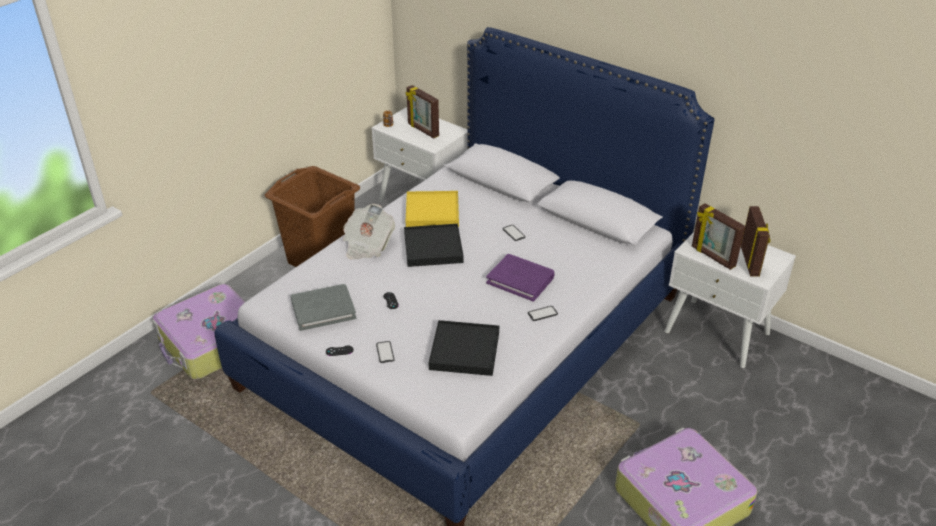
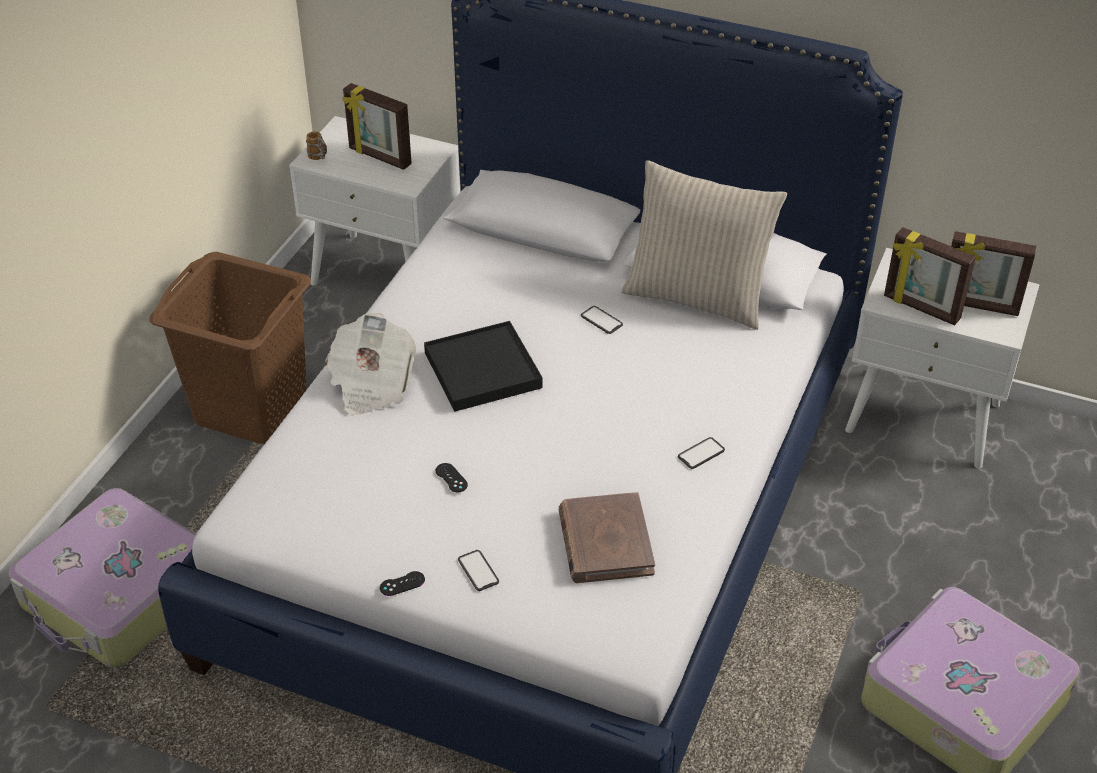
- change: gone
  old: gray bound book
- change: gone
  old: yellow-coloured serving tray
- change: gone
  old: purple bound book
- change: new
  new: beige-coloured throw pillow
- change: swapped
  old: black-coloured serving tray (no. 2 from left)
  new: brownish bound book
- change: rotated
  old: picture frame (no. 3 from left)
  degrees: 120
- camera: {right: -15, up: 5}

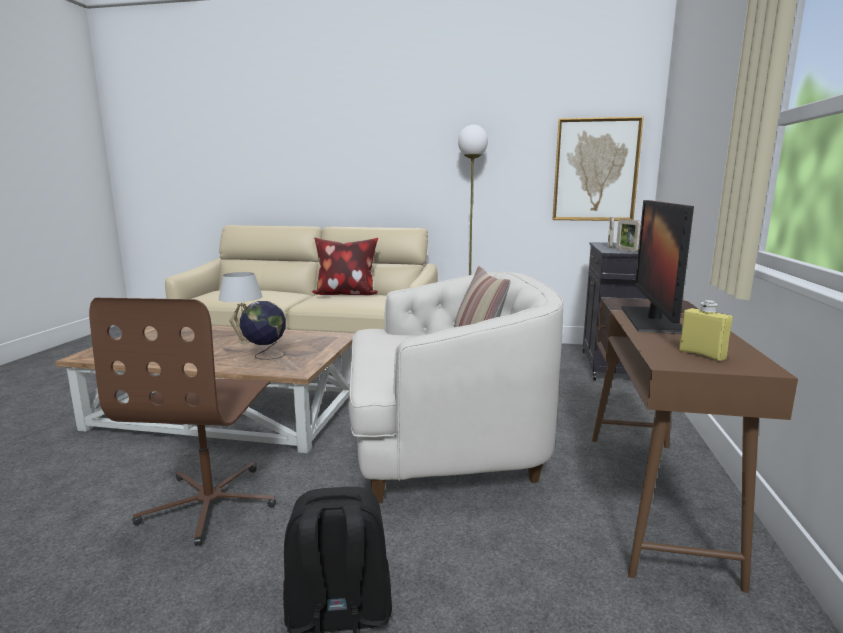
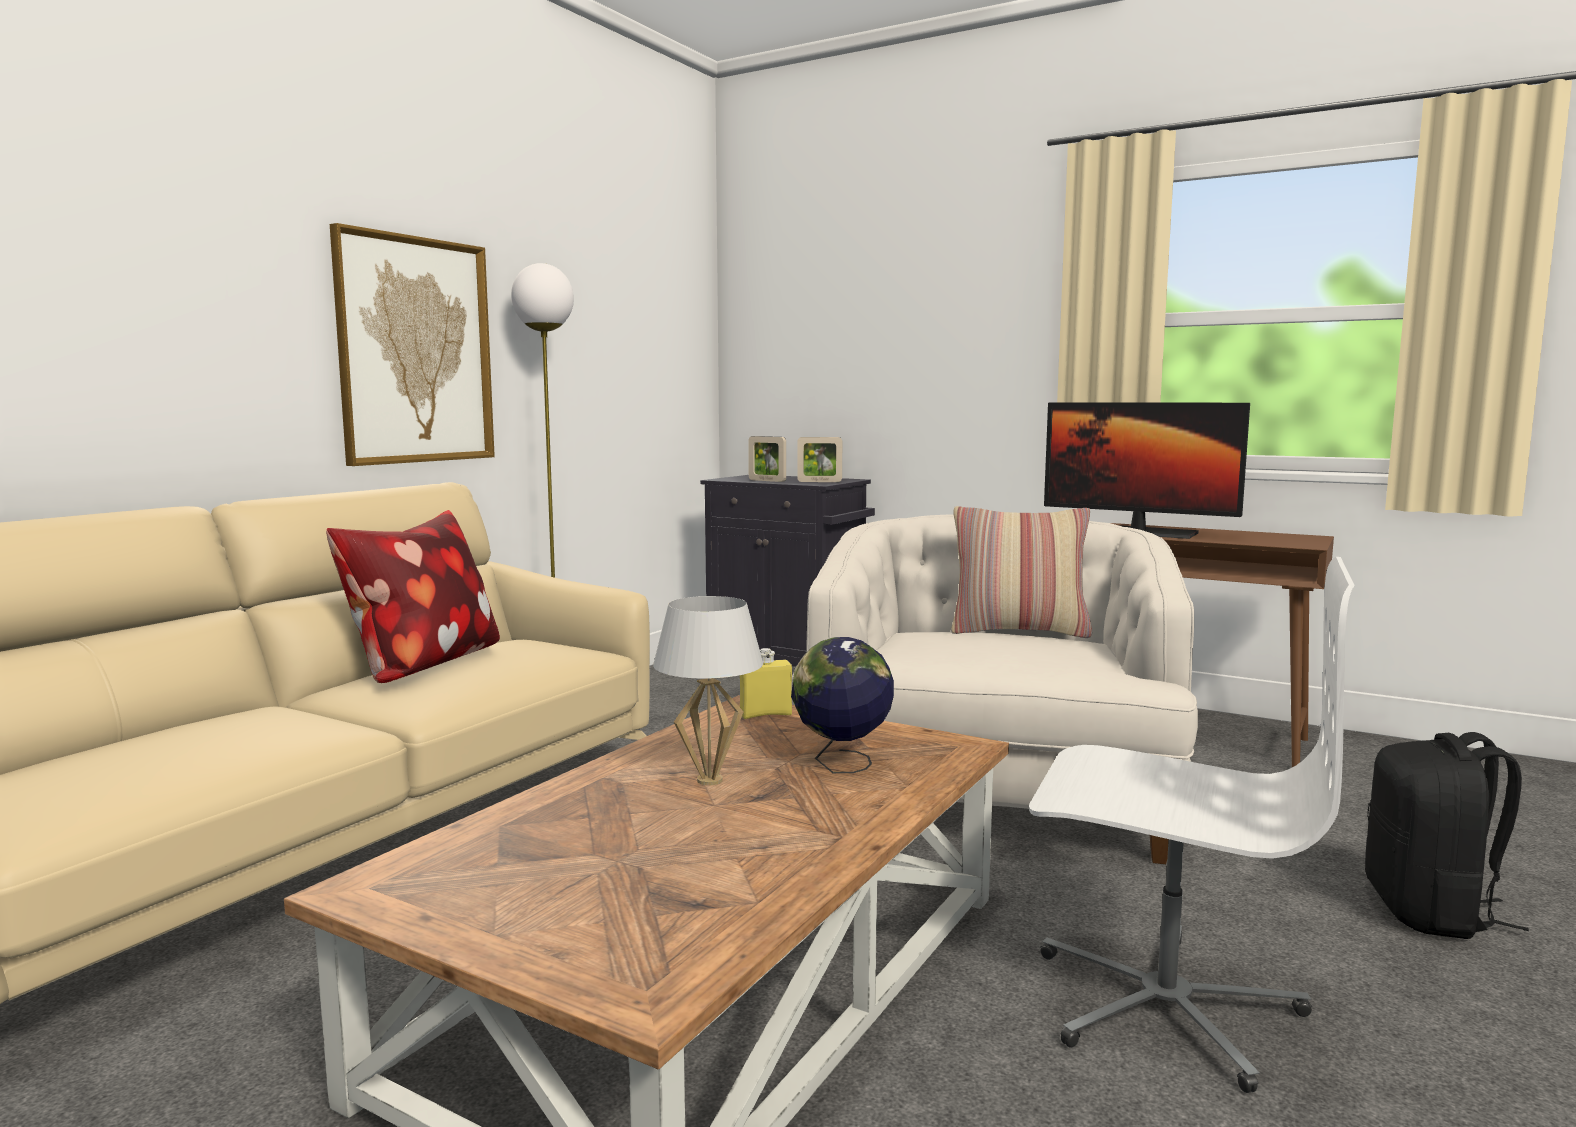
- change: shifted
  old: picture
- change: shifted
  old: yellow-coloured drink bottle
- change: repainted
  old: brownish computer chair
  new: white computer chair
- camera: {right: -70, up: -5}

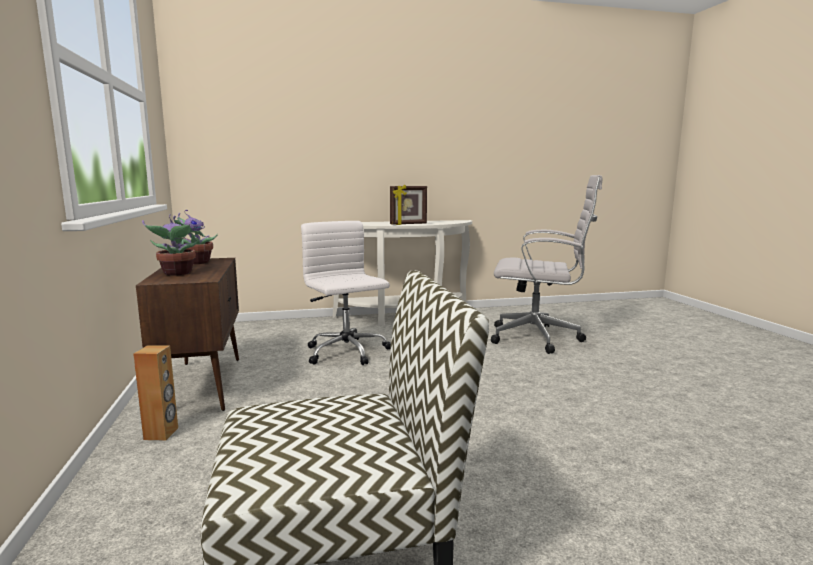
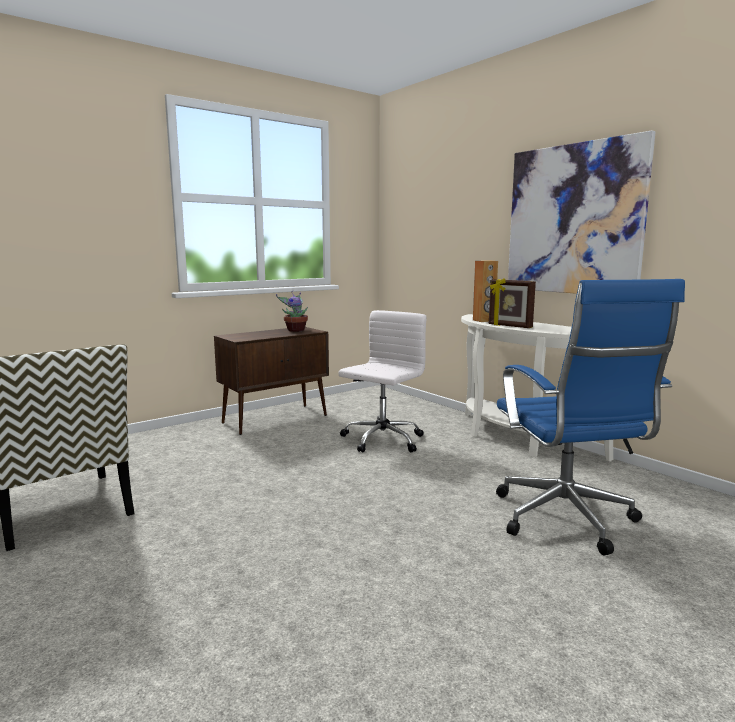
- change: gone
  old: potted plant (no. 1 from left)
- change: new
  new: picture
- change: shifted
  old: brownish loudspeaker
- change: repainted
  old: white computer chair (no. 2 from left)
  new: blue computer chair
- camera: {right: 65, up: 0}

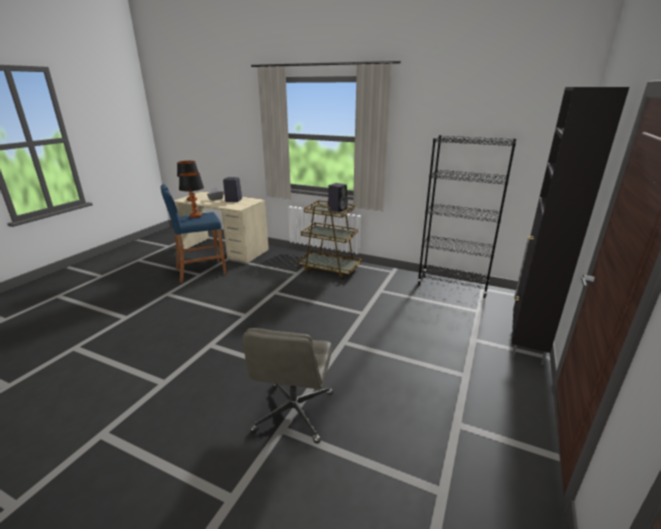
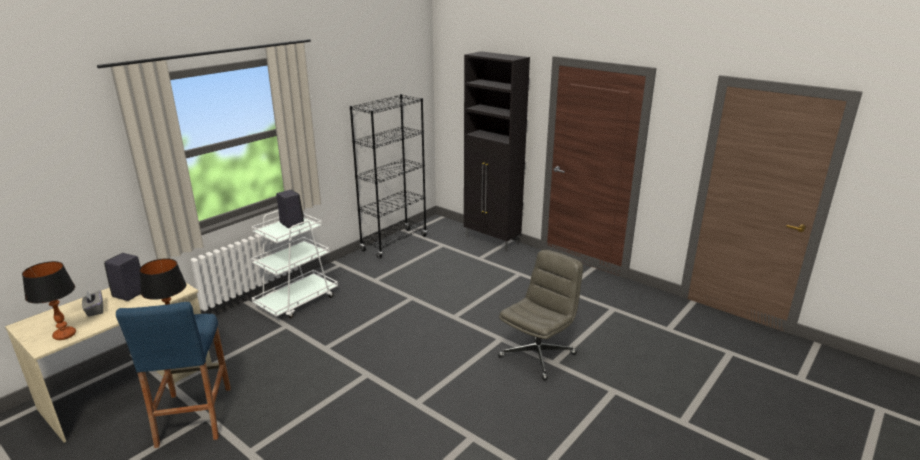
- change: repainted
  old: brownish wheeled cart
  new: white wheeled cart
- change: rotated
  old: gray computer chair
  degrees: -75
- camera: {right: -75, up: 0}

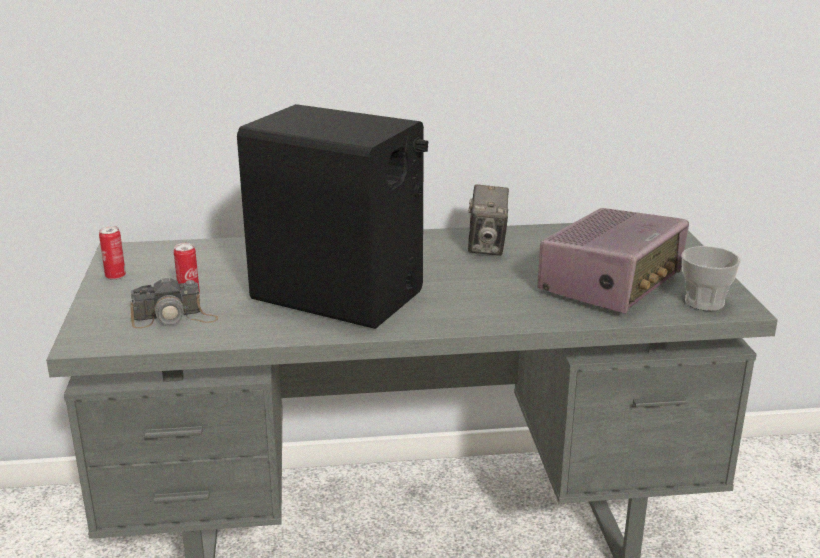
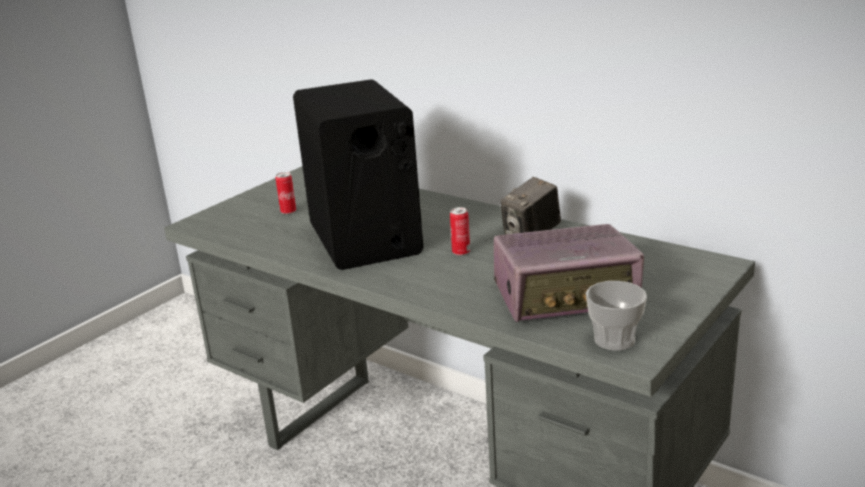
- change: gone
  old: still camera (no. 1 from left)
- change: shifted
  old: sealed can (no. 1 from left in the first image)
  new: sealed can (no. 2 from left)
- camera: {right: 45, up: 0}

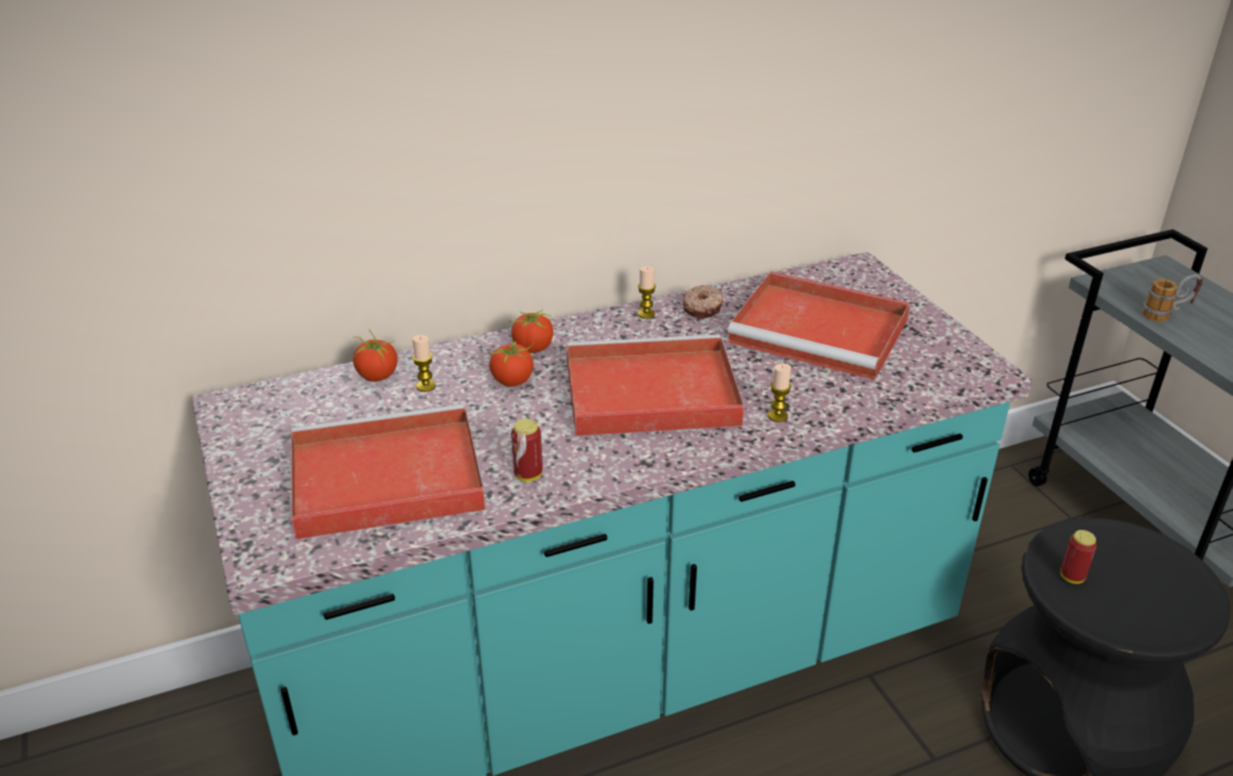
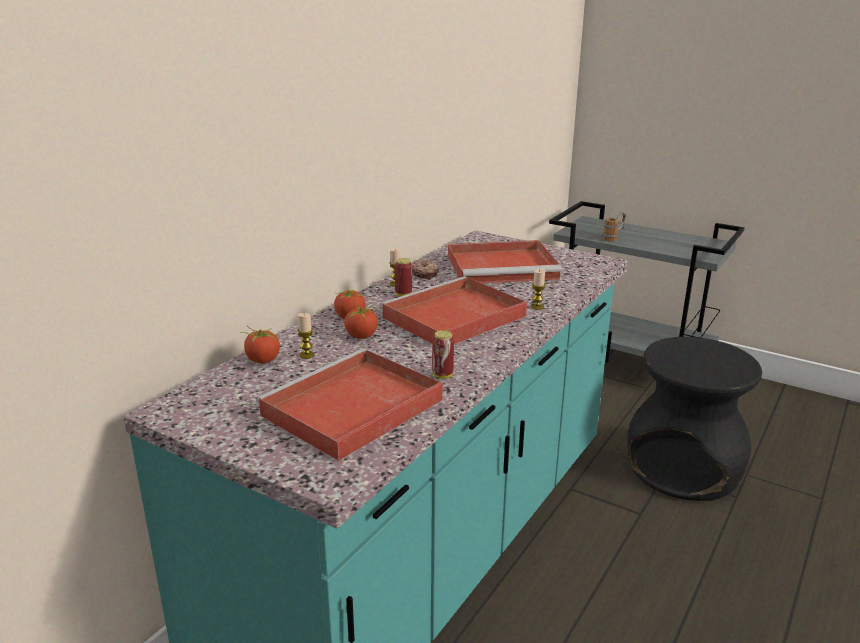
- change: shifted
  old: sealed can (no. 2 from left in the first image)
  new: sealed can (no. 1 from left)
- camera: {right: -35, up: -10}

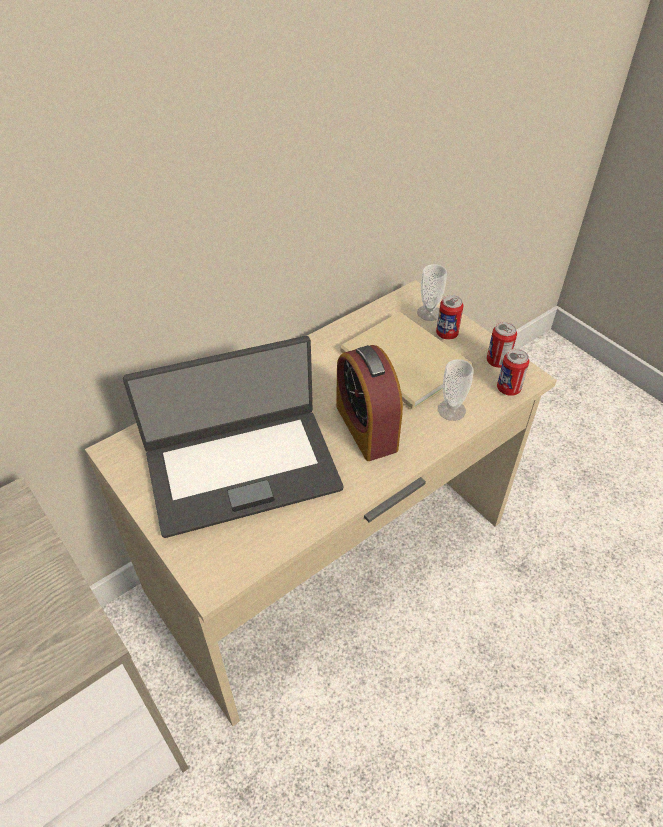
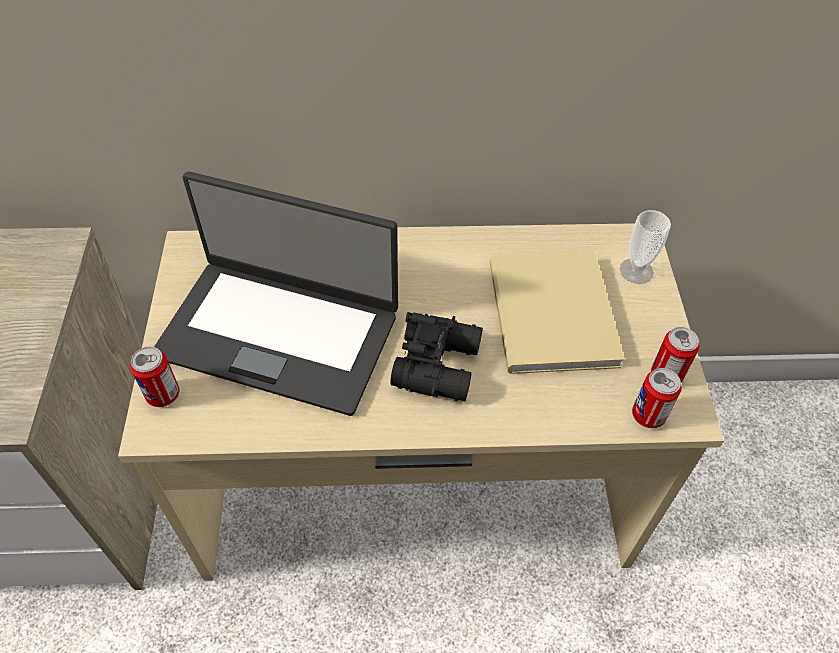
- change: gone
  old: drinking cup (no. 2 from left)
- change: shifted
  old: sealed can (no. 1 from left)
- change: swapped
  old: alarm clock
  new: black-coloured pair of binoculars
- camera: {right: 35, up: 5}

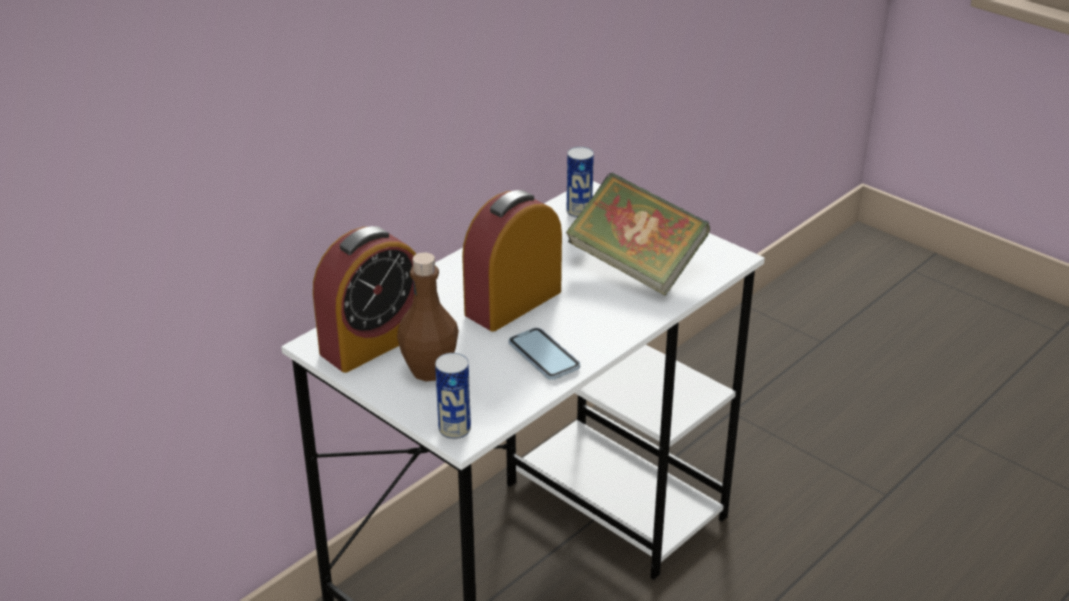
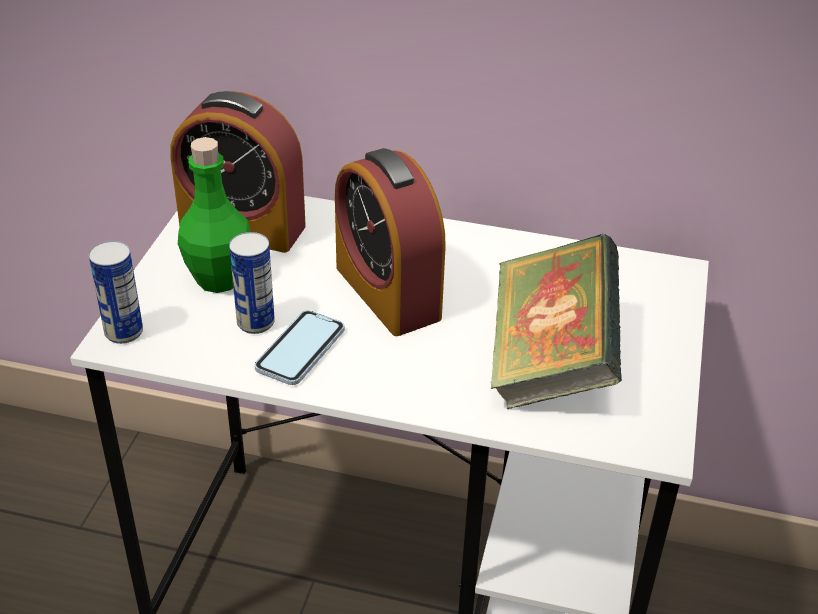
- change: shifted
  old: sealed can (no. 2 from left)
- change: repainted
  old: brownish drink bottle
  new: green drink bottle
- change: rotated
  old: alarm clock (no. 2 from left)
  degrees: -135
- camera: {right: 60, up: 5}

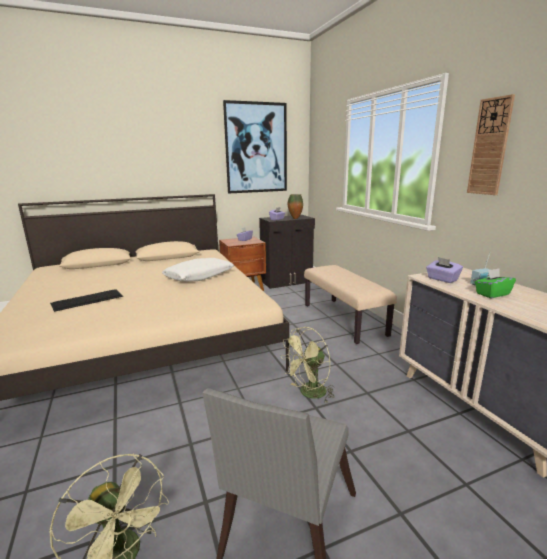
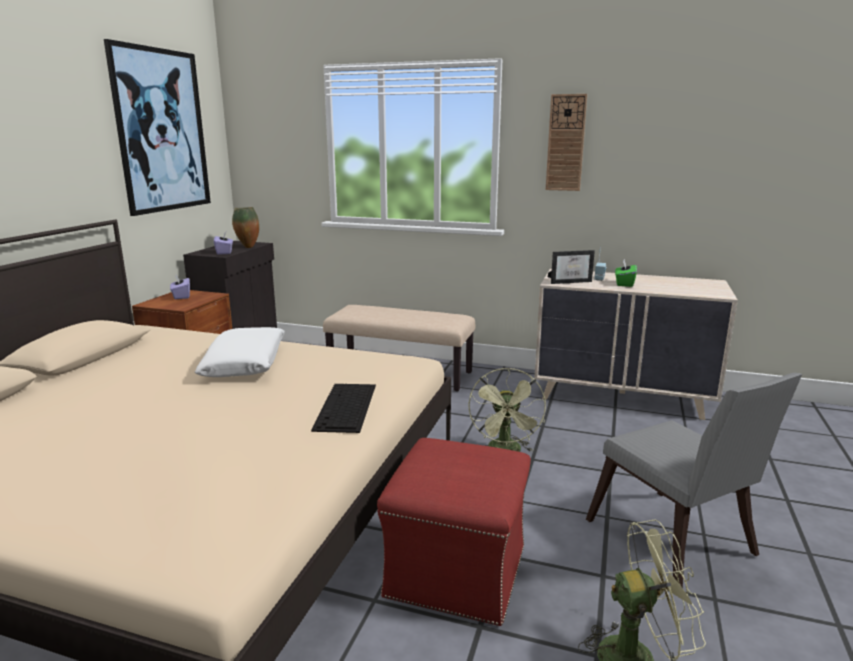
- change: new
  new: red-coloured ottoman
- change: shifted
  old: keyboard
- change: swapped
  old: purple tissue holder (no. 3 from left)
  new: picture frame
- camera: {right: -50, up: 0}

